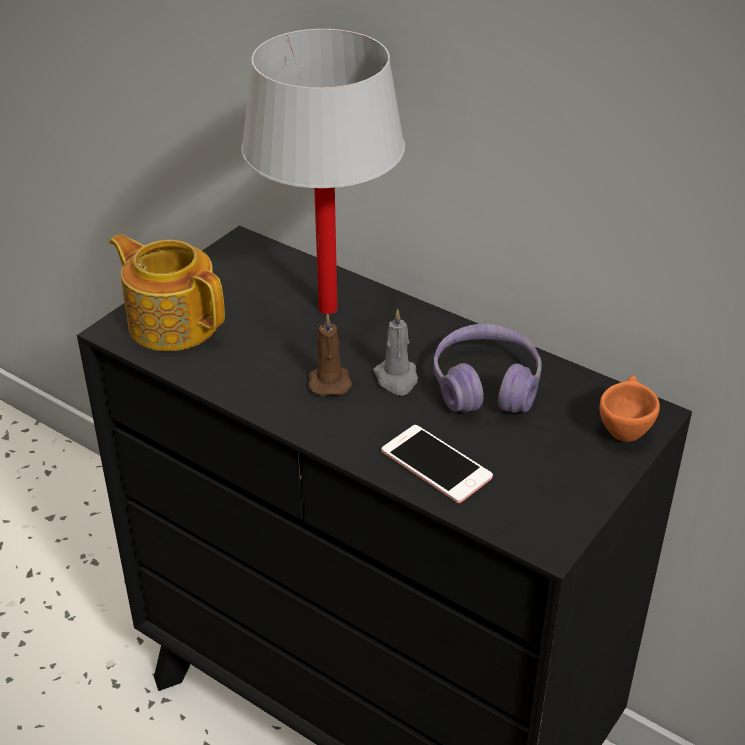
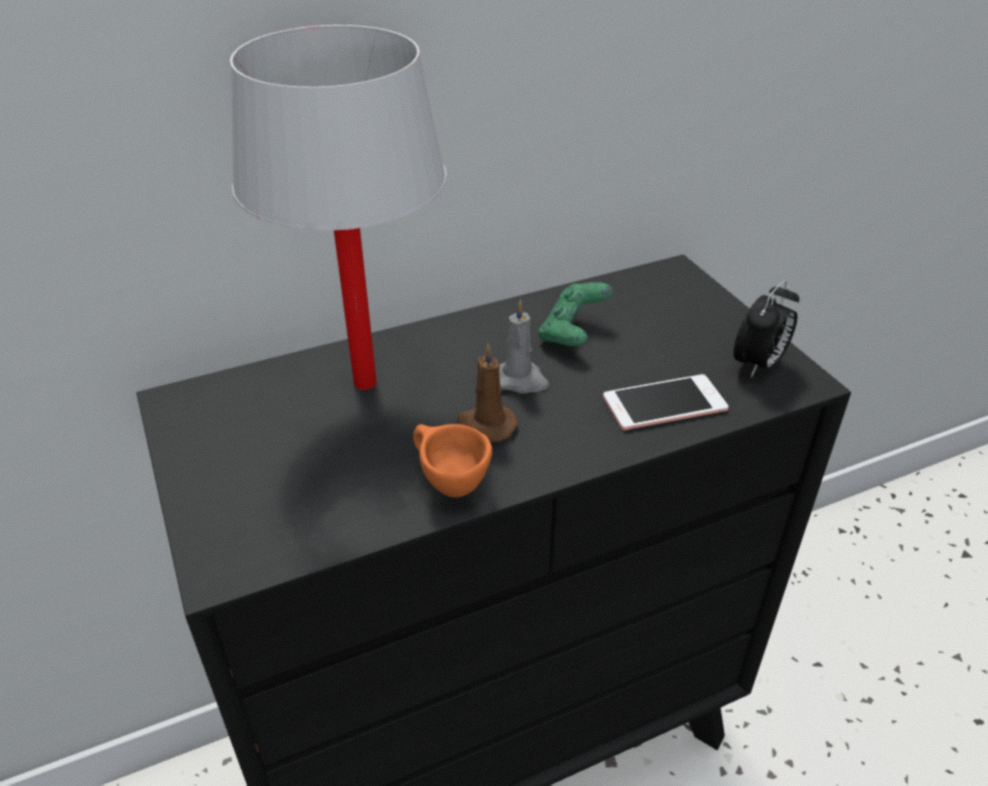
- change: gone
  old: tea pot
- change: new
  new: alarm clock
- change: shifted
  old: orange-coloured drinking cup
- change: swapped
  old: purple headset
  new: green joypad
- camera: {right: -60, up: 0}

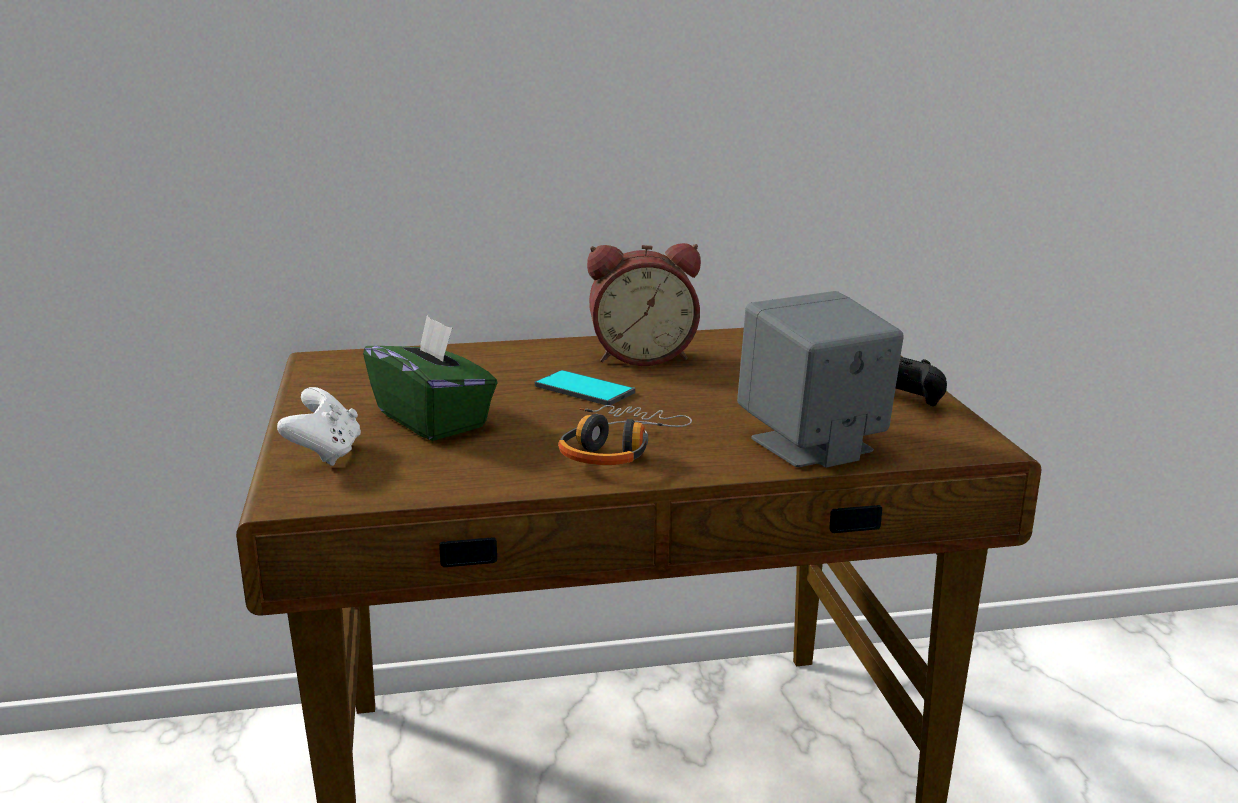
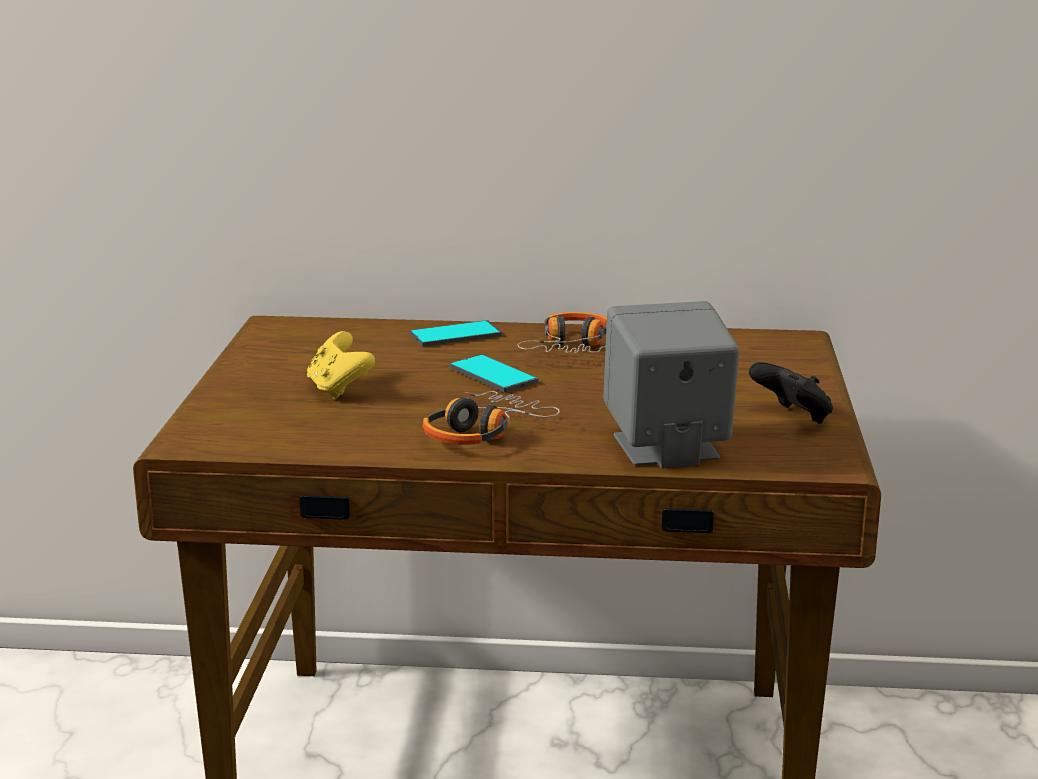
- change: gone
  old: white joypad
- change: new
  new: telephone (no. 1 from left)
- change: swapped
  old: green tissue holder
  new: yellow-coloured joypad
- change: swapped
  old: alarm clock
  new: headset (no. 2 from left)
- camera: {right: 15, up: 0}

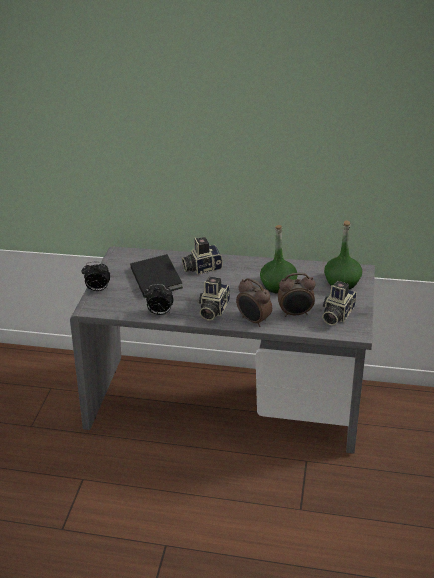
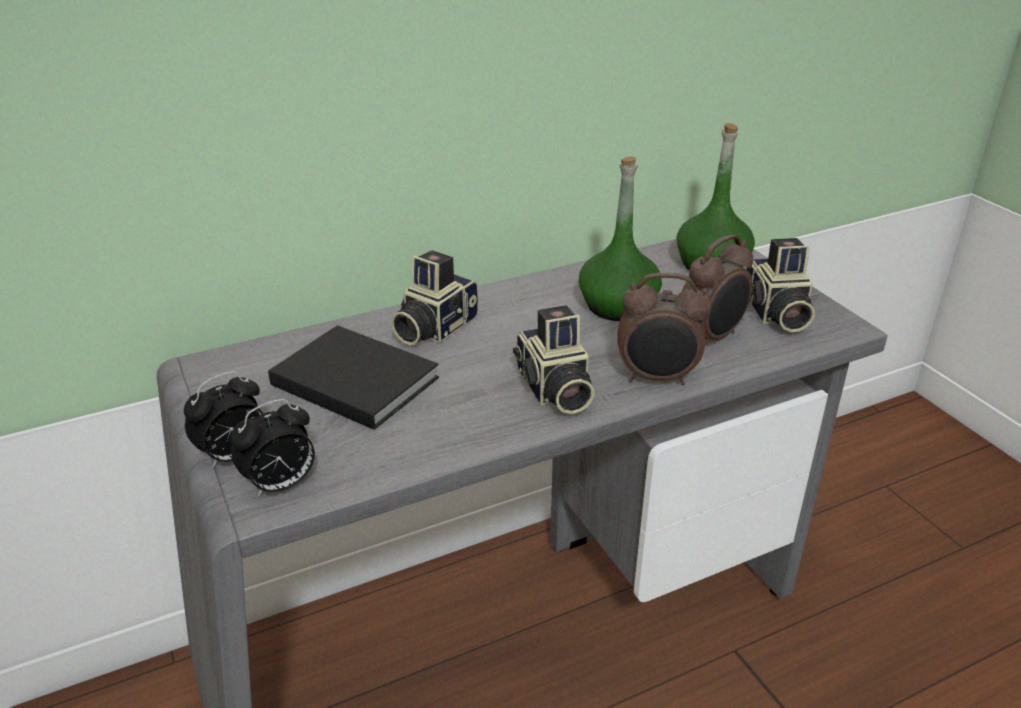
- change: shifted
  old: alarm clock (no. 2 from left)
- camera: {right: -40, up: -5}

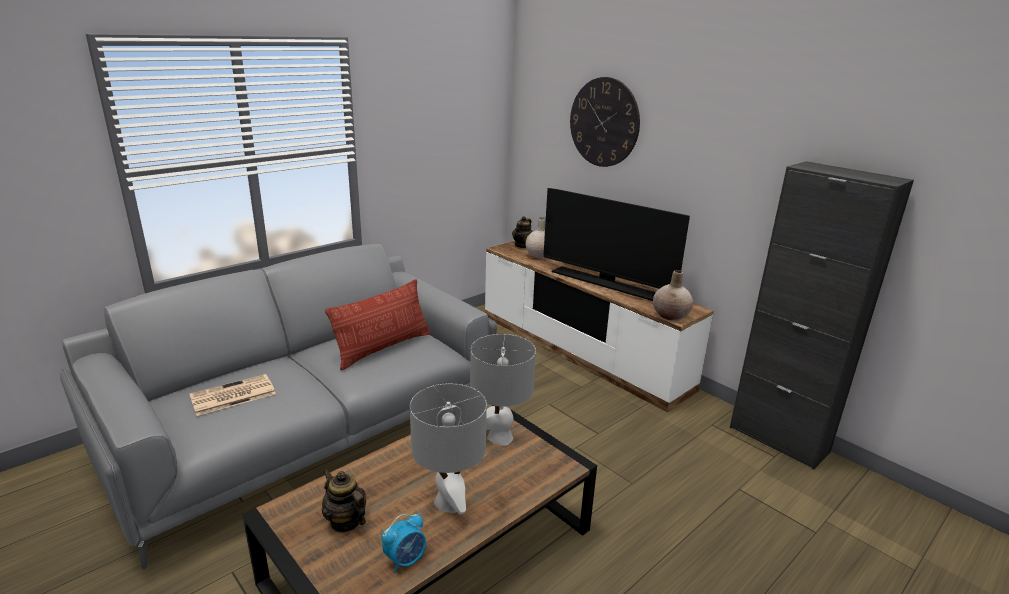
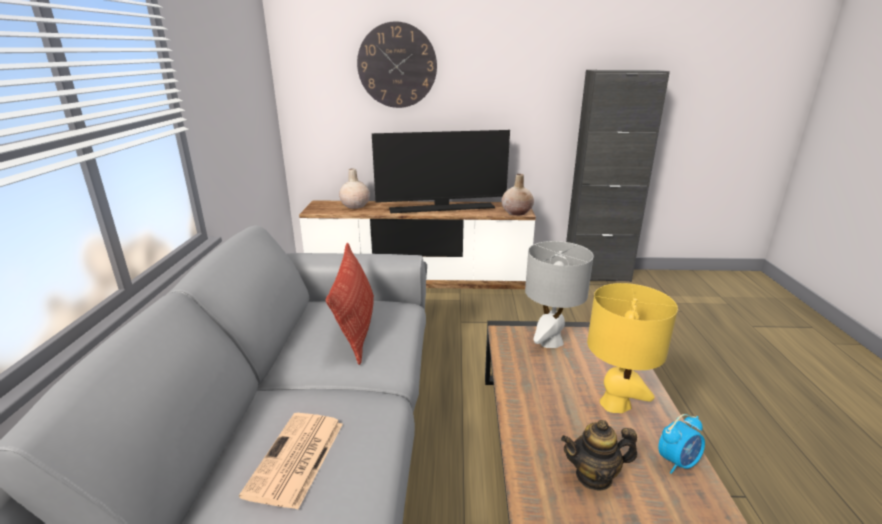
- change: gone
  old: tea pot (no. 2 from left)
- change: repainted
  old: gray lamp for a table (no. 1 from left)
  new: yellow-coloured lamp for a table
- change: rotated
  old: alarm clock
  degrees: 60
- camera: {right: -45, up: 0}

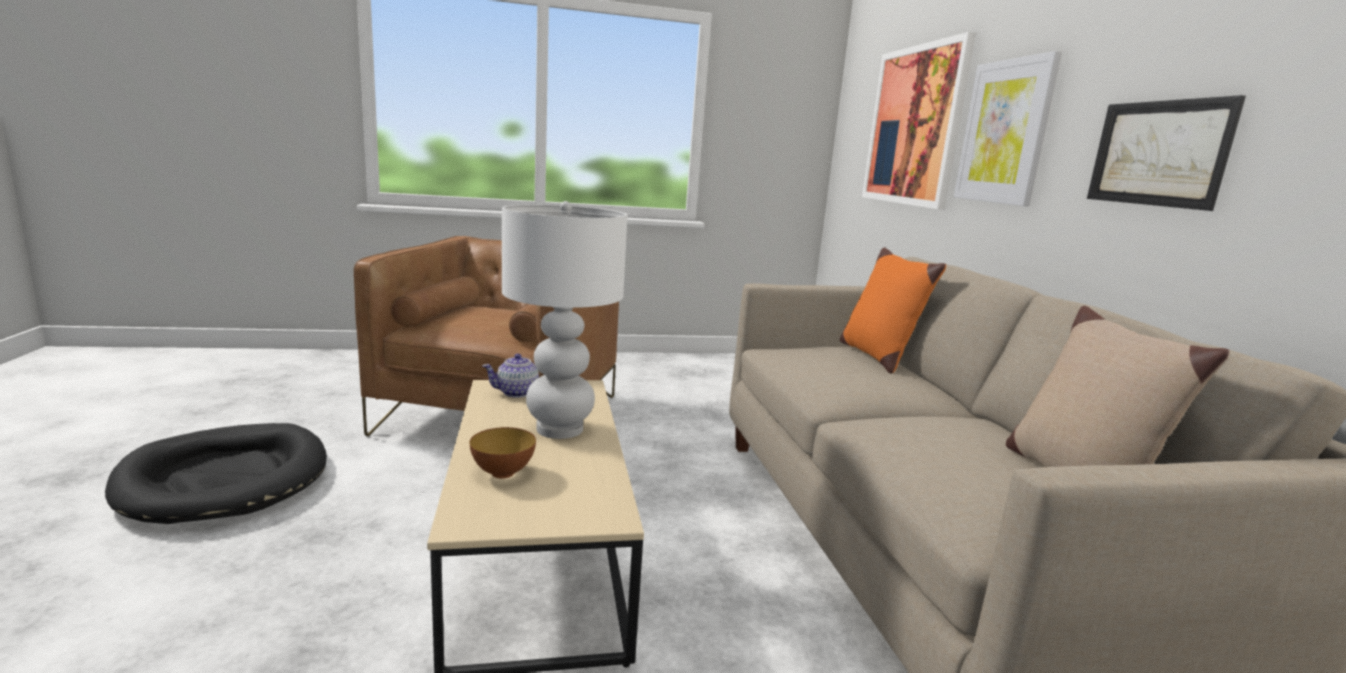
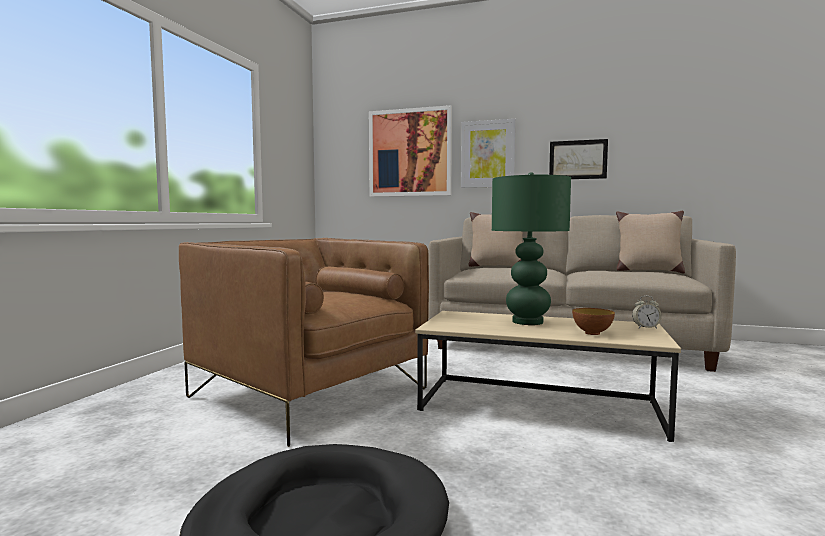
- change: gone
  old: tea pot
- change: new
  new: alarm clock
- change: repainted
  old: white lamp for a table
  new: green lamp for a table
- change: repainted
  old: orange-coloured throw pillow
  new: beige-coloured throw pillow (no. 1 from left)
- camera: {right: -60, up: -10}

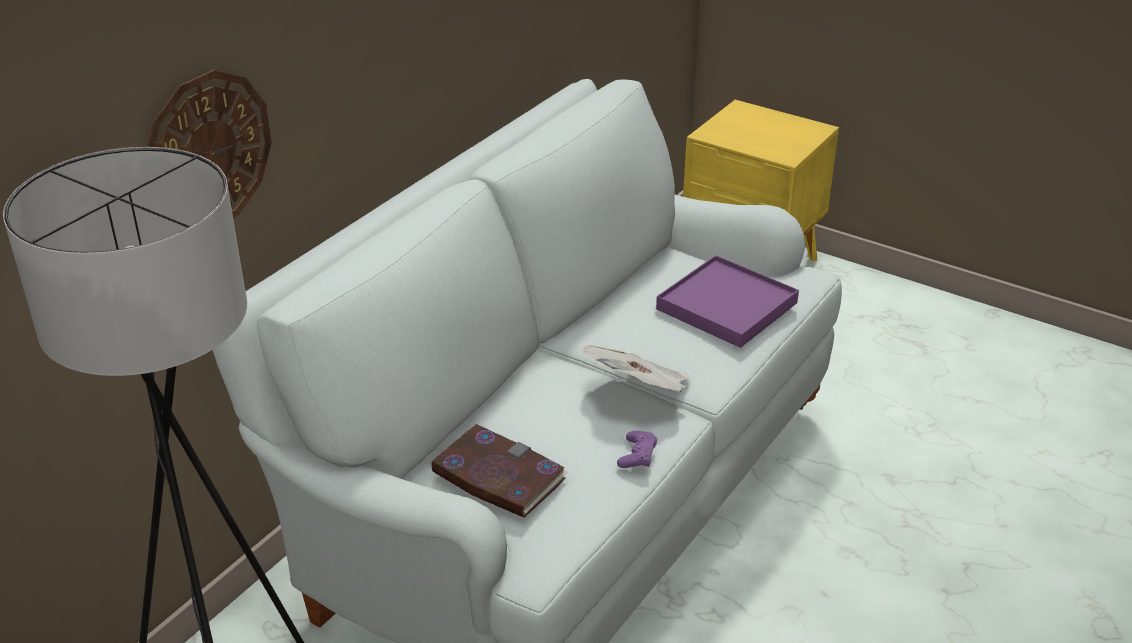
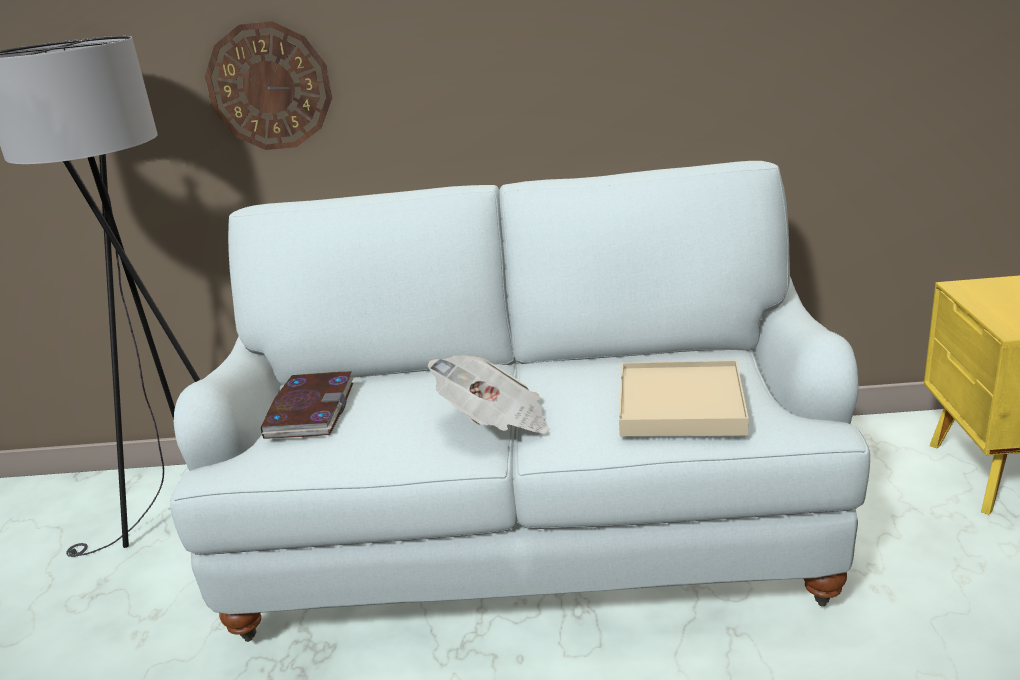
- change: gone
  old: purple joypad
- change: repainted
  old: purple serving tray
  new: beige-coloured serving tray
- camera: {right: 60, up: -10}

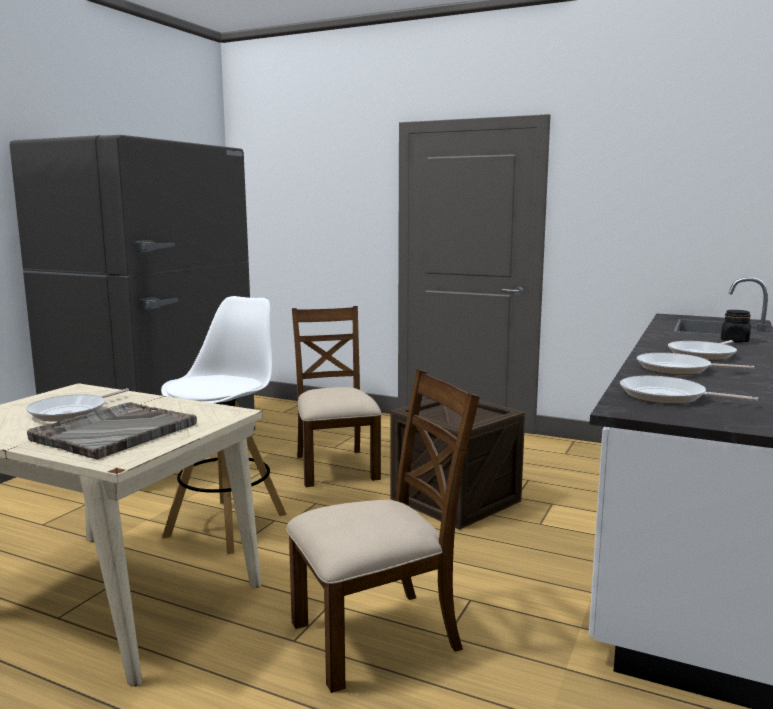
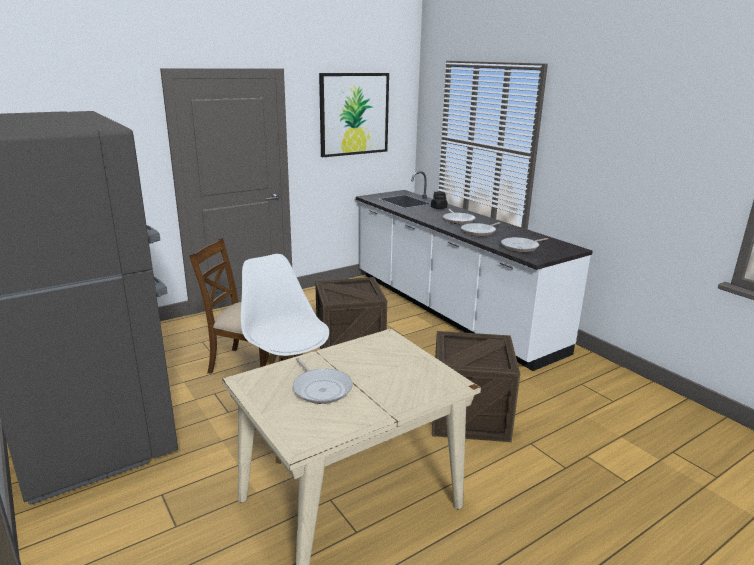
- change: gone
  old: gray serving tray
- change: new
  new: picture
- change: swapped
  old: brownish upright chair (no. 2 from left)
  new: packing crate (no. 2 from left)
- camera: {right: -60, up: 10}

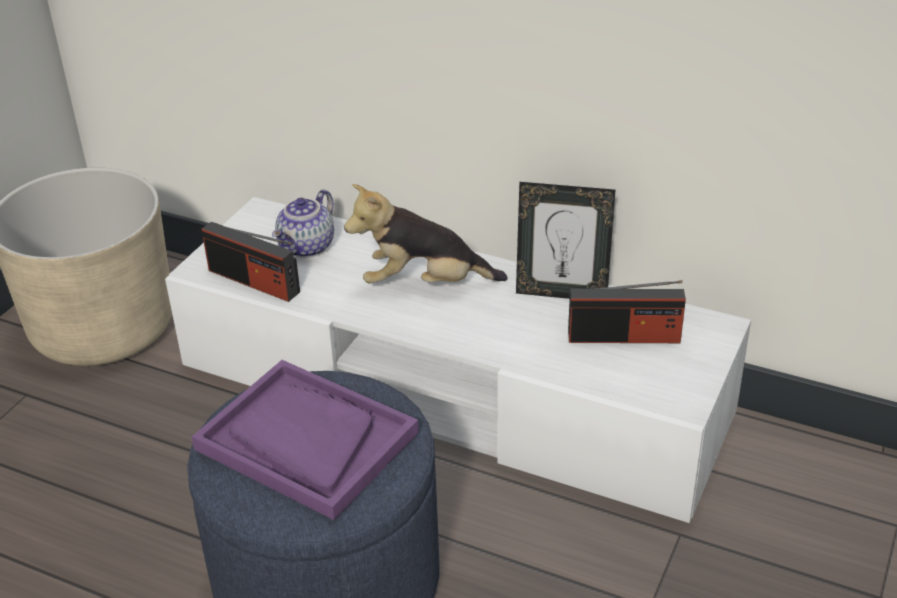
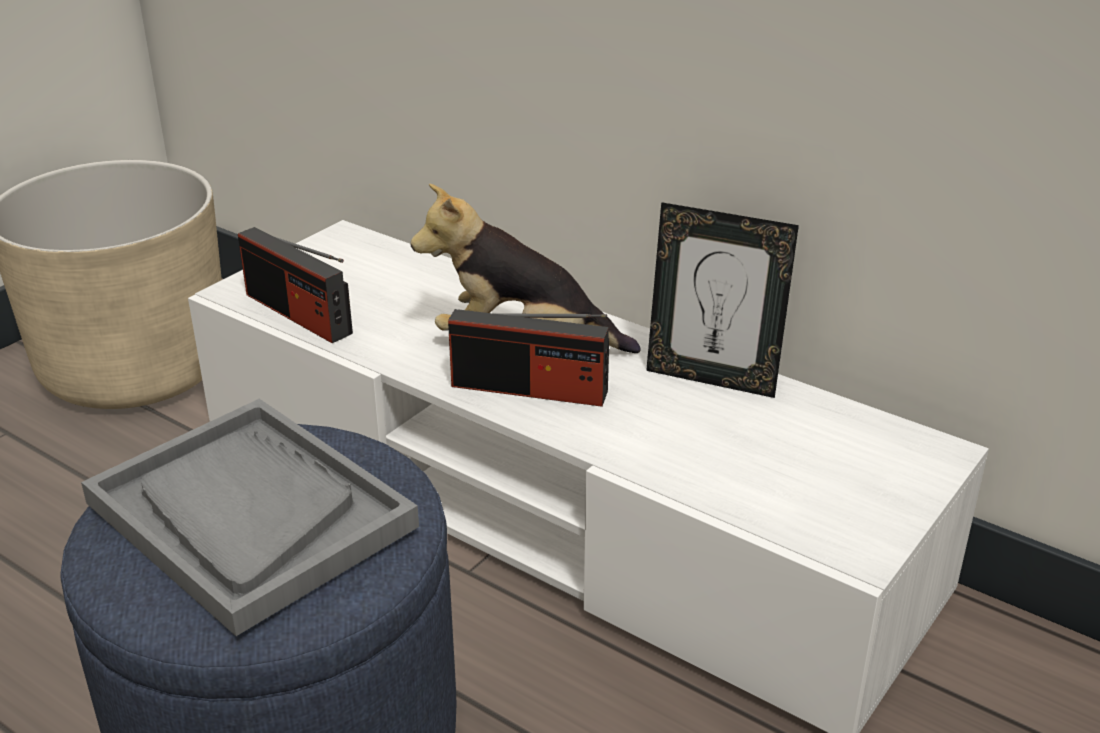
- change: gone
  old: tea pot
- change: shifted
  old: radio set (no. 2 from left)
- change: repainted
  old: purple serving tray
  new: gray serving tray
- camera: {right: 10, up: -5}

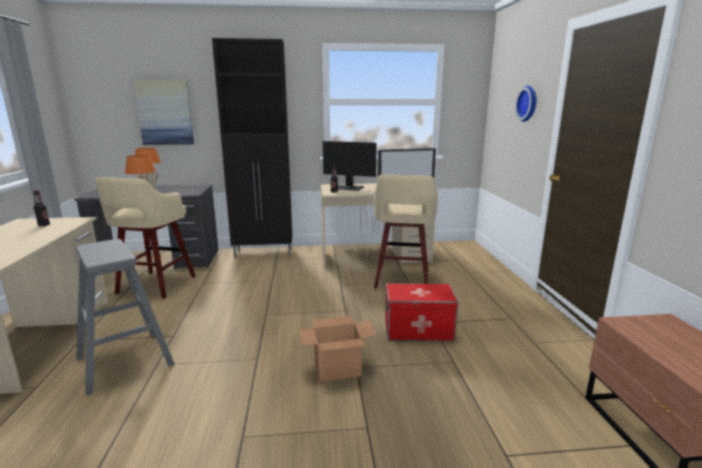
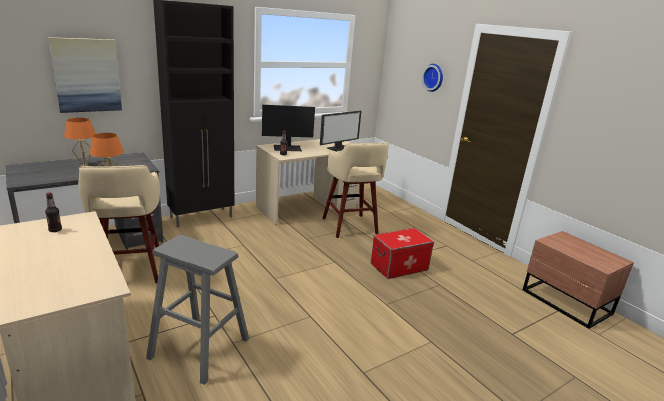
- change: gone
  old: carton
- camera: {right: -30, up: 5}

